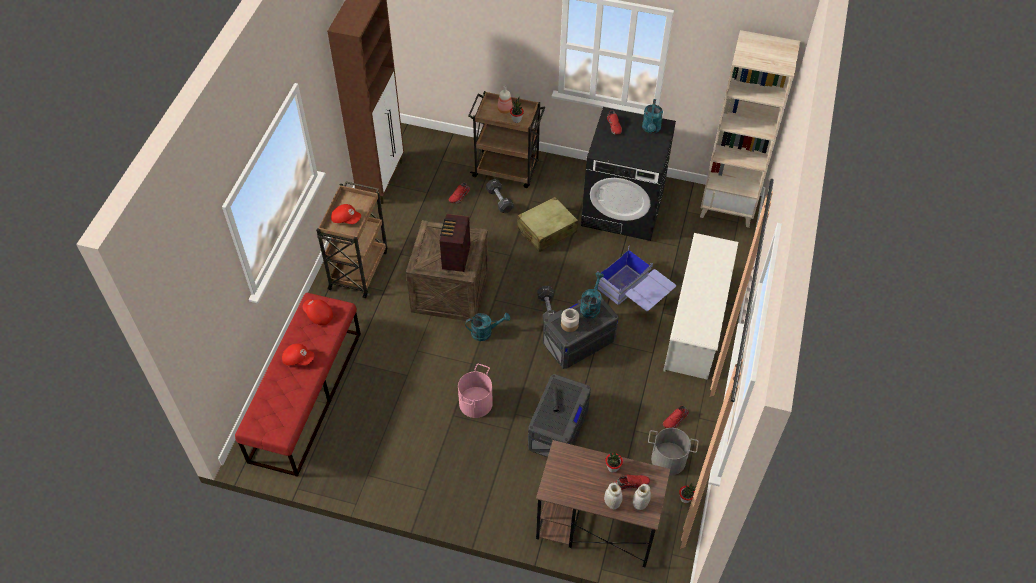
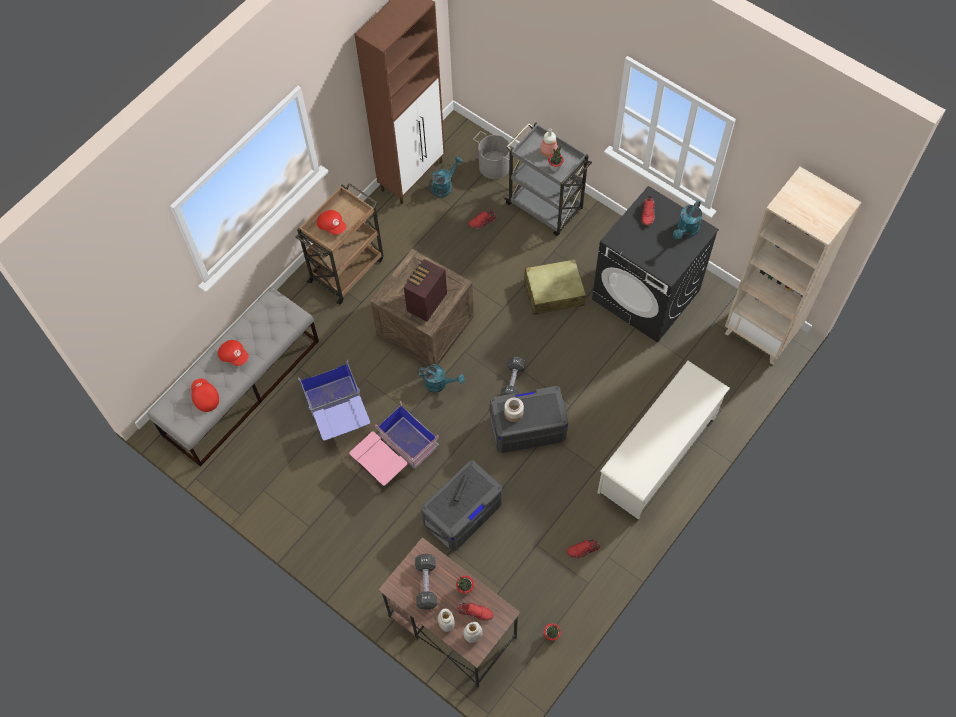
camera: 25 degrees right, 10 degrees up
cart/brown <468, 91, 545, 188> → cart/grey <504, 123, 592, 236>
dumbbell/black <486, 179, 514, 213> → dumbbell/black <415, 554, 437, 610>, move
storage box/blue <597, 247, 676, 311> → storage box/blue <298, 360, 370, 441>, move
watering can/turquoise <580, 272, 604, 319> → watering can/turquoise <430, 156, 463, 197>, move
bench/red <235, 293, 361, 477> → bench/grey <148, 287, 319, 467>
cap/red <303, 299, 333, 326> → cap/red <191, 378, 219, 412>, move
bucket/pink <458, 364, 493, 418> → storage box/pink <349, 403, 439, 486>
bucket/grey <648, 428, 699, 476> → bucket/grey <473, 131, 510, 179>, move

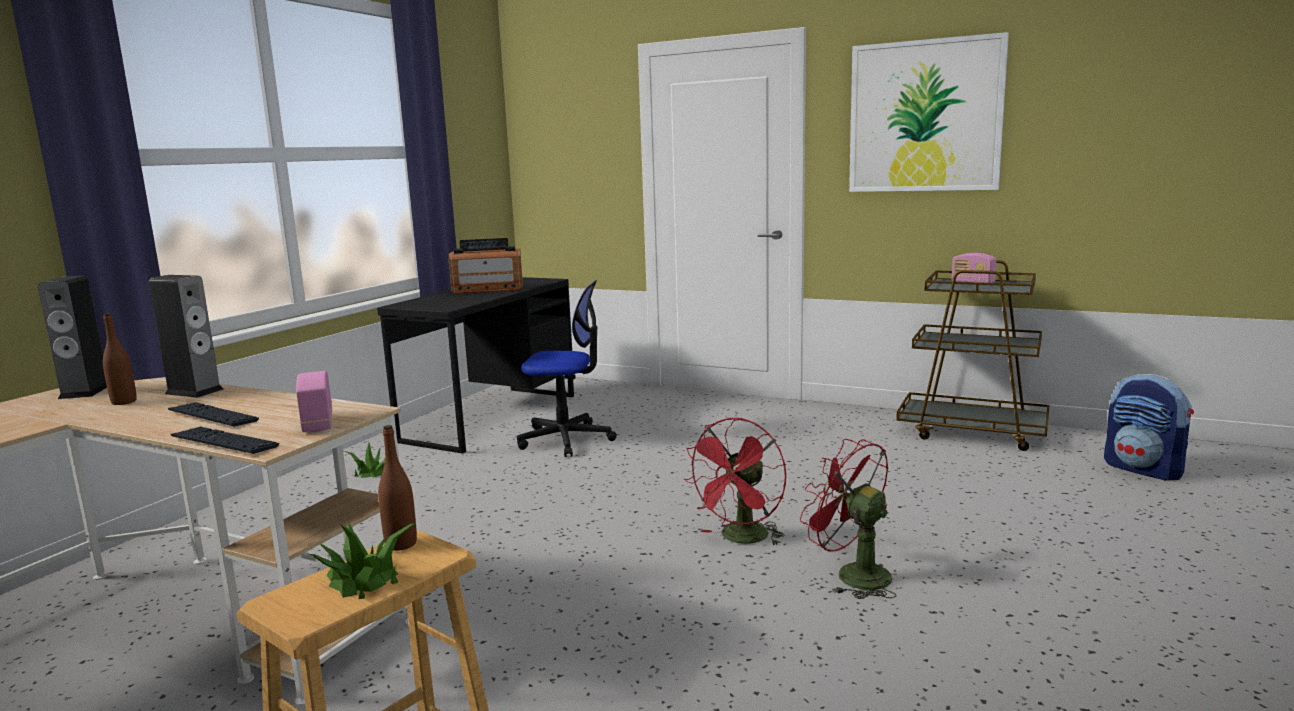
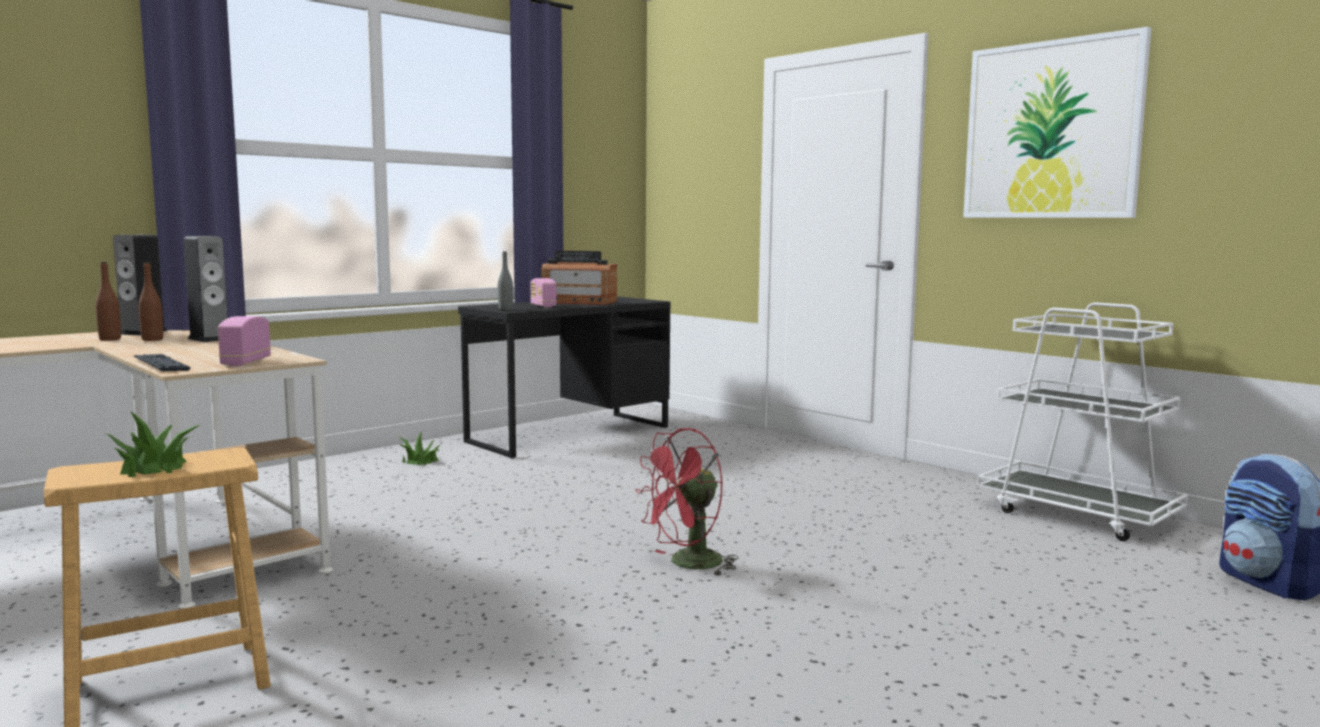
camera: 20 degrees right, 5 degrees down
radio <951, 253, 997, 283> → radio <530, 278, 557, 307>, move
cart/brown <896, 260, 1049, 451> → cart/white <978, 302, 1188, 541>
office chair <517, 280, 617, 457> → -
keyboard <168, 402, 259, 427> → -
bottle/brown <378, 425, 417, 551> → bottle/brown <96, 262, 121, 341>, move
fan/red <800, 439, 896, 599> → -
- → bottle/grey <498, 252, 513, 310>

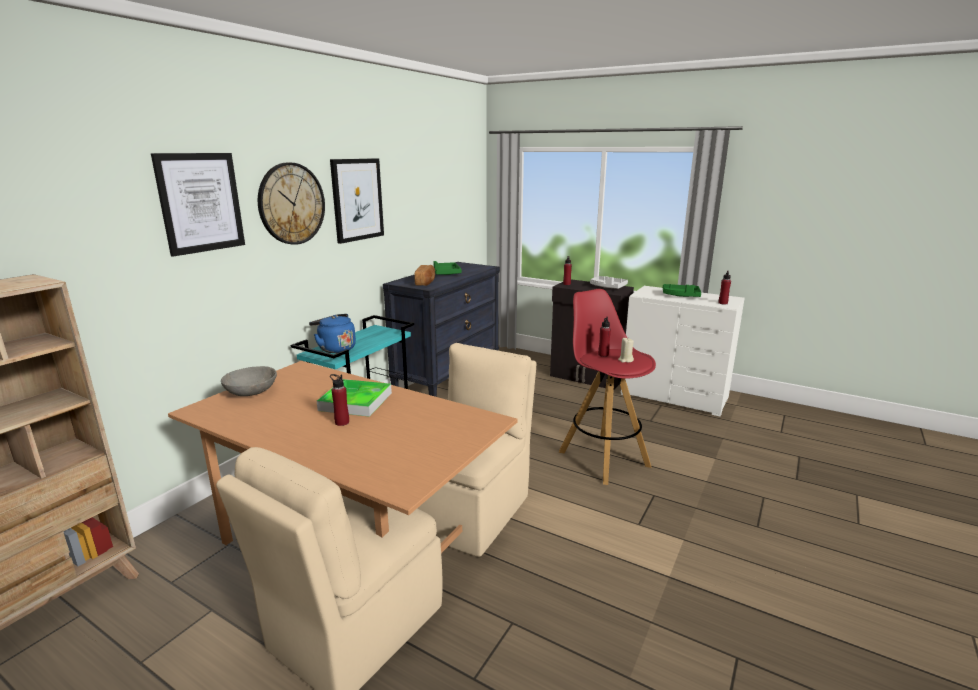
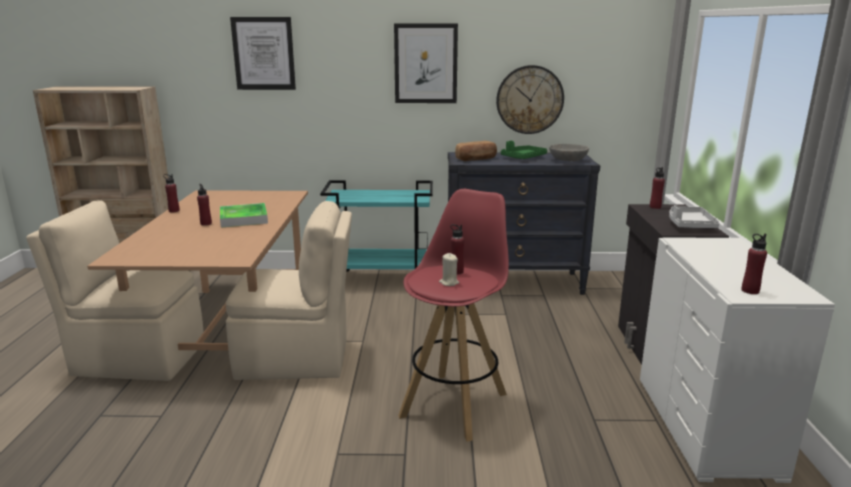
camera: 60 degrees right, 0 degrees up
wall clock <258, 162, 325, 245> → wall clock <496, 65, 564, 134>, move
tray/green <663, 284, 701, 297> → -
kettle/blue <309, 314, 356, 353> → -
bowl/grey <221, 366, 277, 396> → bowl/grey <549, 144, 589, 161>, move
- → bottle/red <163, 174, 180, 212>

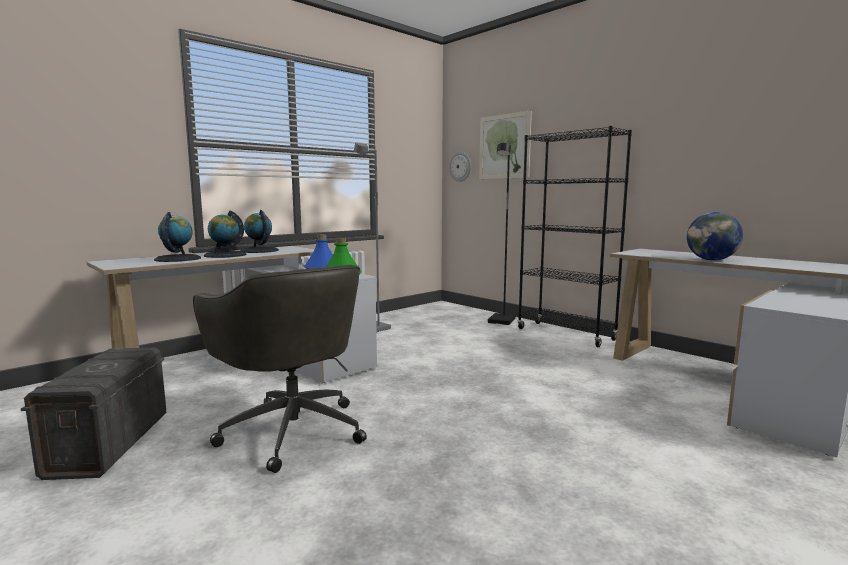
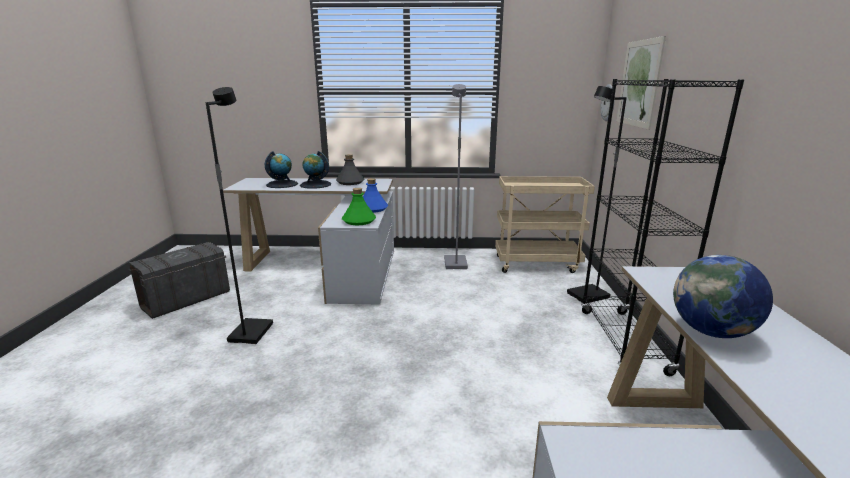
camera: 45 degrees right, 10 degrees up
globe <240, 210, 279, 253> → bottle/grey <336, 154, 365, 185>
office chair/grey <193, 265, 367, 473> → floor lamp/black <206, 87, 273, 344>
- → cart/beige <495, 176, 595, 273>

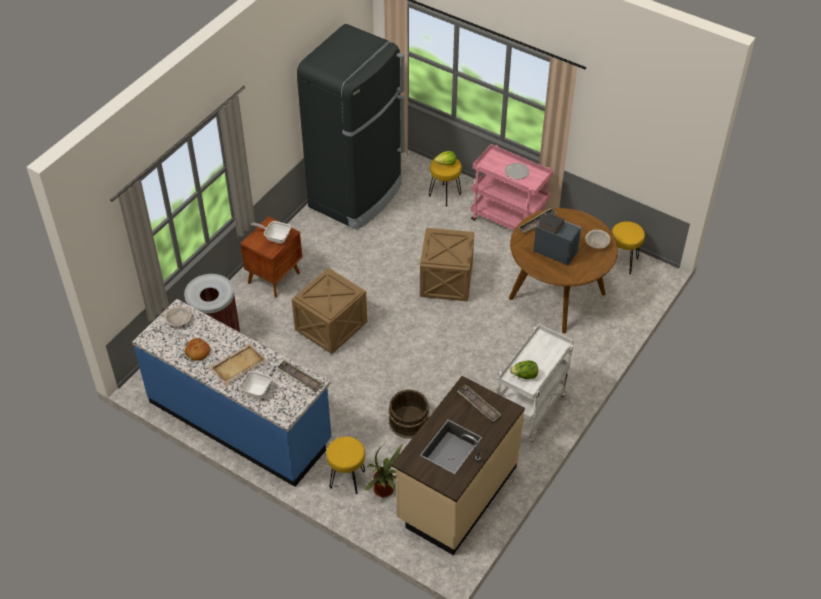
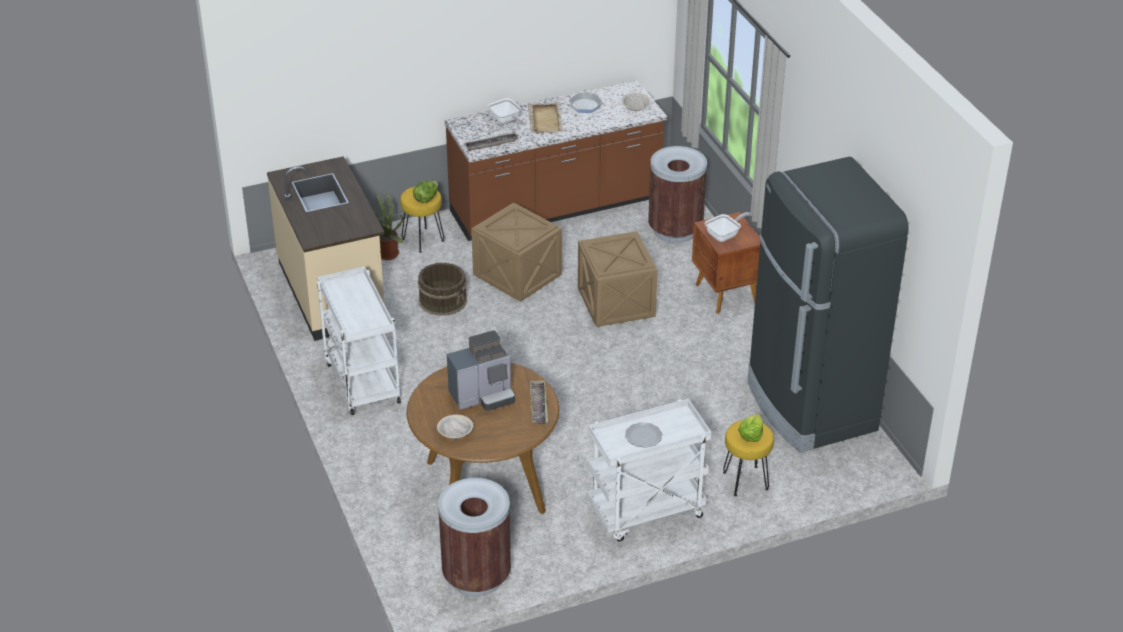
camera: 125 degrees right, 10 degrees down
cart/pink <471, 144, 553, 230> → cart/white <587, 399, 711, 542>
stool/yellow <612, 221, 645, 274> → trash can/brown <438, 478, 511, 596>
crate <420, 228, 474, 301> → crate <471, 203, 562, 302>, move
counter/blue <132, 299, 331, 487> → counter/brown <445, 80, 667, 241>
bread <185, 338, 210, 361> → frying pan <569, 93, 602, 113>
lettuce <510, 360, 538, 379> → lettuce <413, 181, 438, 203>, move
tray <457, 384, 502, 423> → -

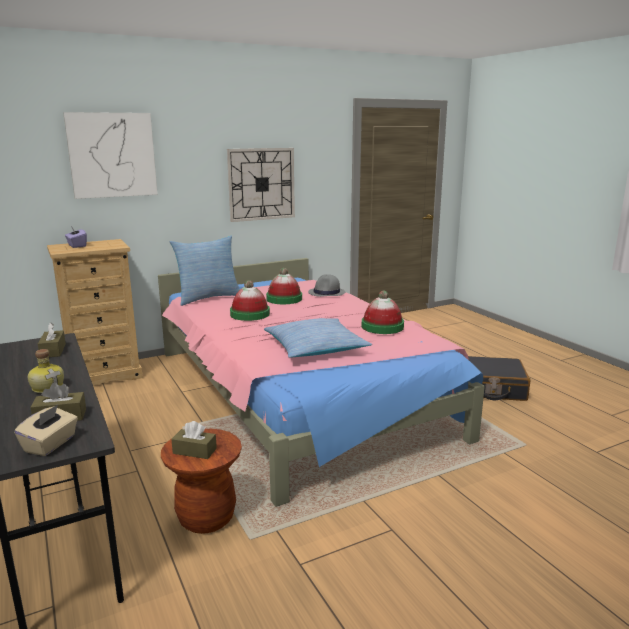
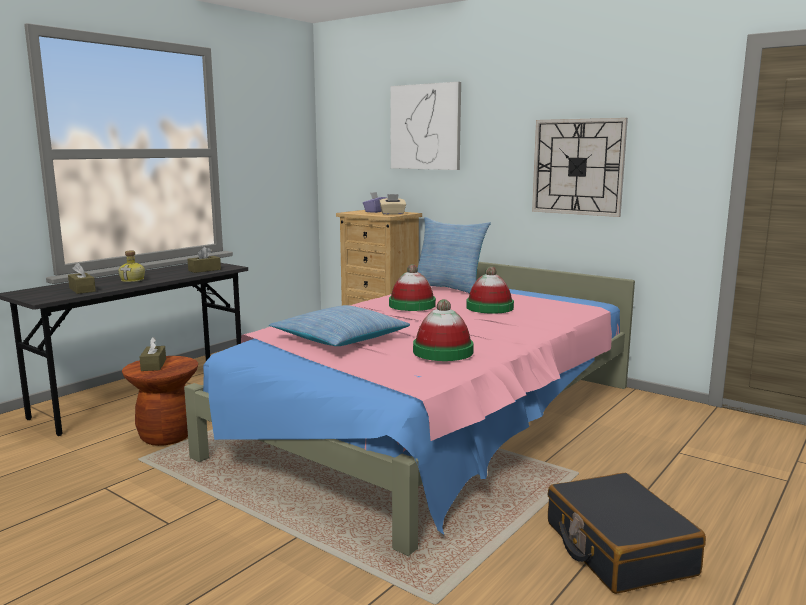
camera: 65 degrees right, 5 degrees down
hat/grey <308, 274, 345, 297> → -
tissue box/beige <14, 405, 78, 456> → tissue box/beige <379, 194, 406, 215>, move

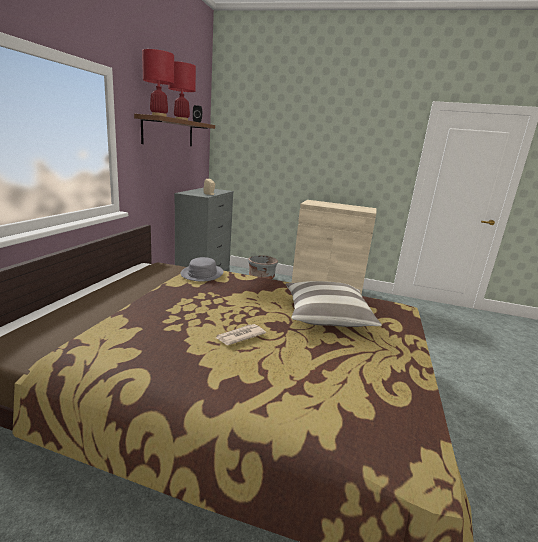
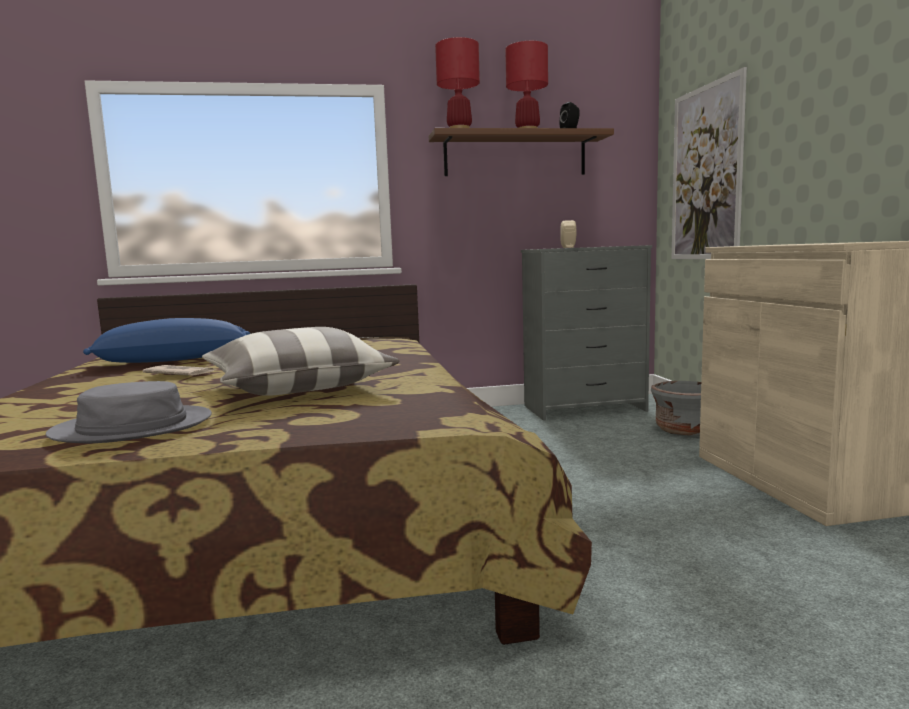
camera: 65 degrees right, 10 degrees down
hat/grey <181, 257, 224, 282> → hat/grey <46, 381, 212, 443>, move
- → picture <672, 67, 747, 259>
- → pillow/blue <83, 318, 250, 363>

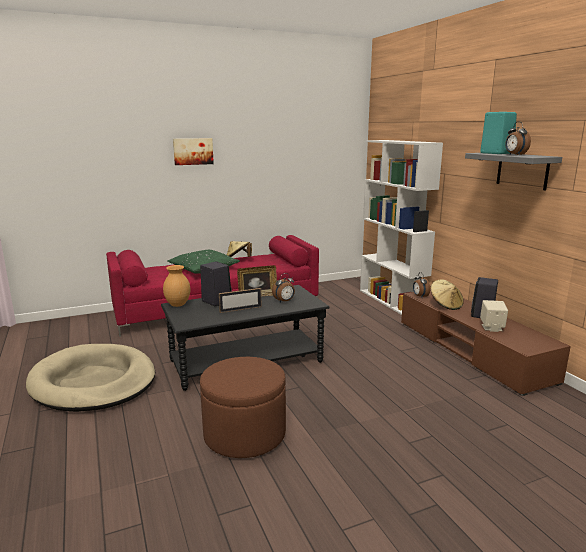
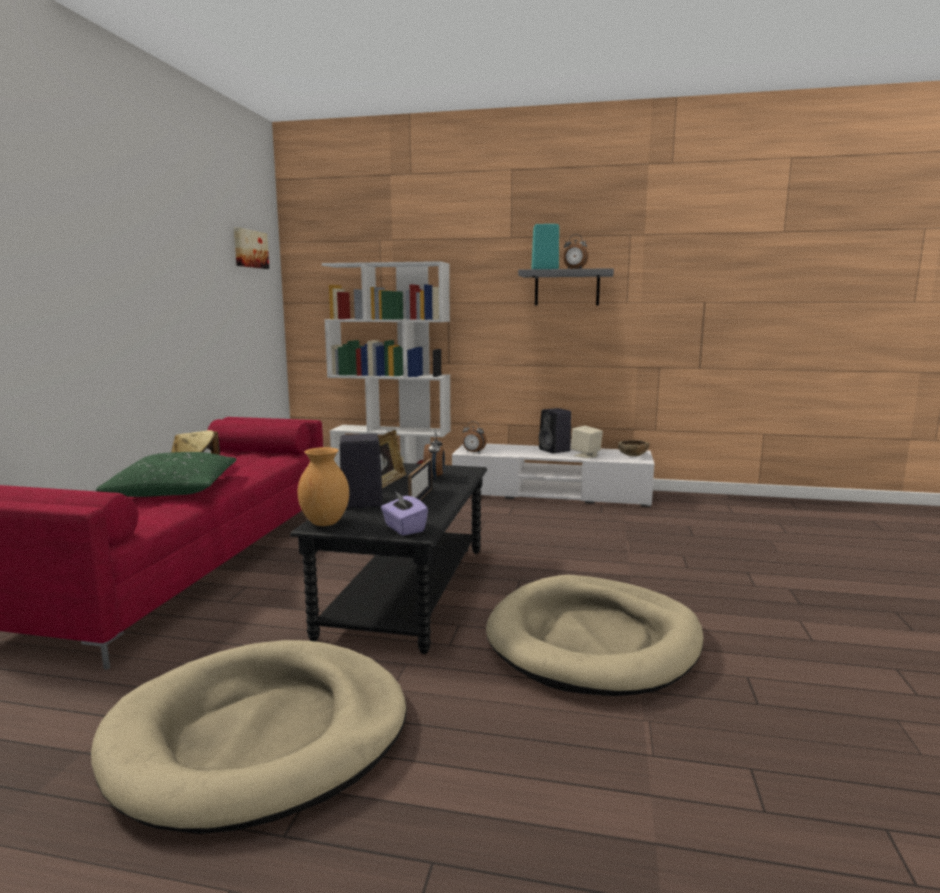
camera: 55 degrees left, 5 degrees down
picture <173, 138, 214, 165> → picture <234, 227, 269, 269>, move
hat/beige <431, 280, 464, 310> → -
tv stand/brown <401, 289, 571, 396> → tv stand/white <452, 444, 654, 507>
ottoman/brown <200, 357, 286, 458> → dog bed/beige <486, 575, 703, 696>
- → bowl/brown <618, 440, 649, 456>
- → tissue box/purple <381, 491, 428, 536>

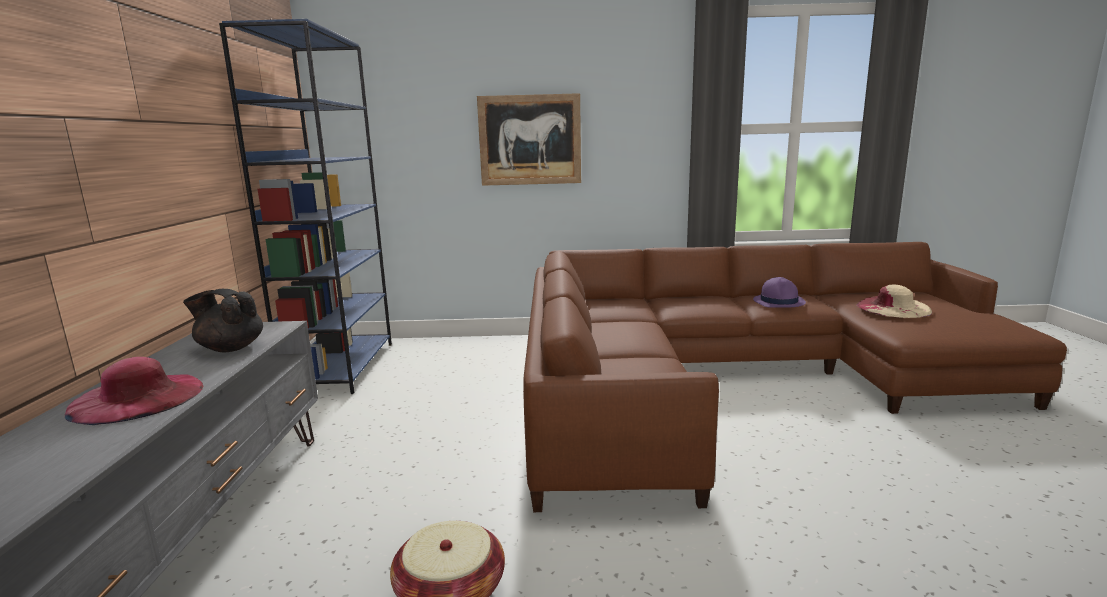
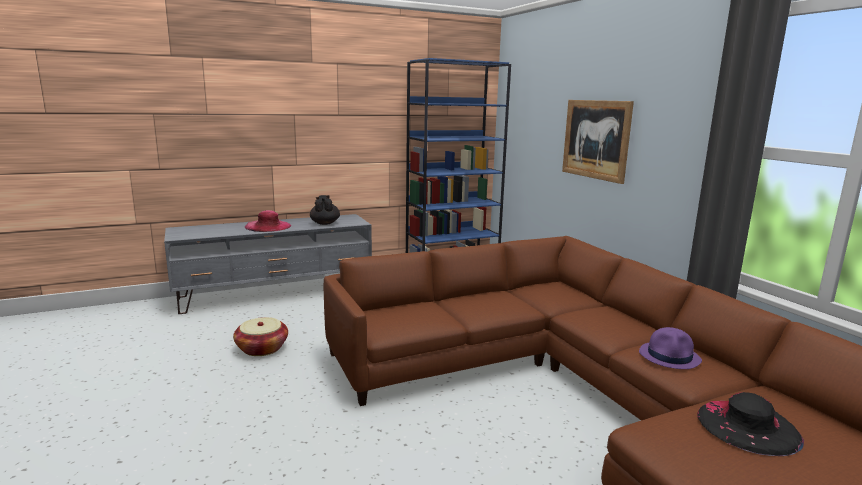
camera: 65 degrees right, 0 degrees up
hat/beige <857, 285, 932, 318> → hat/black <697, 392, 804, 456>

